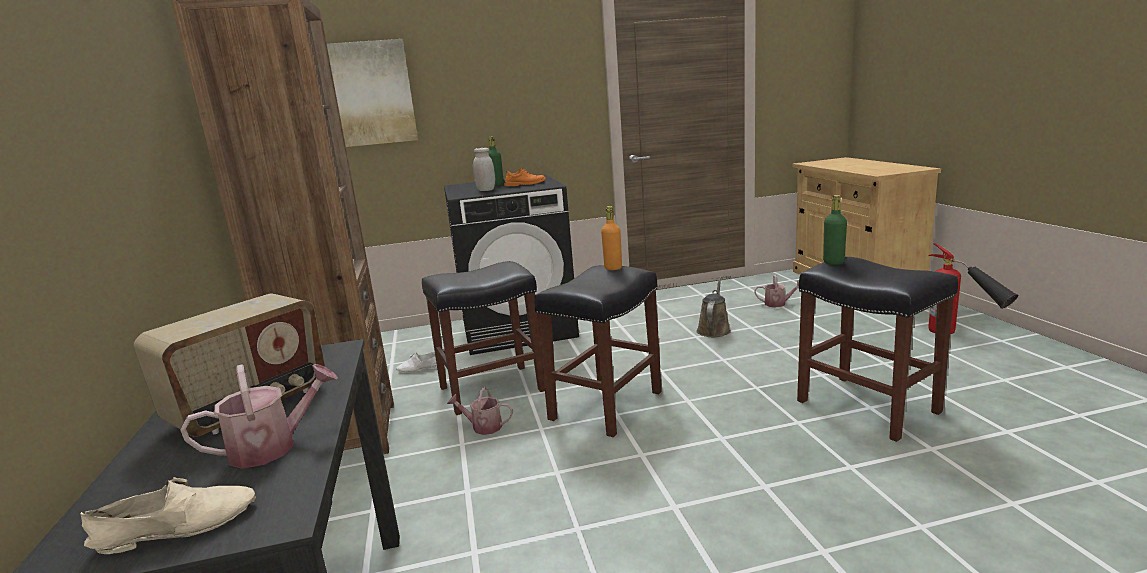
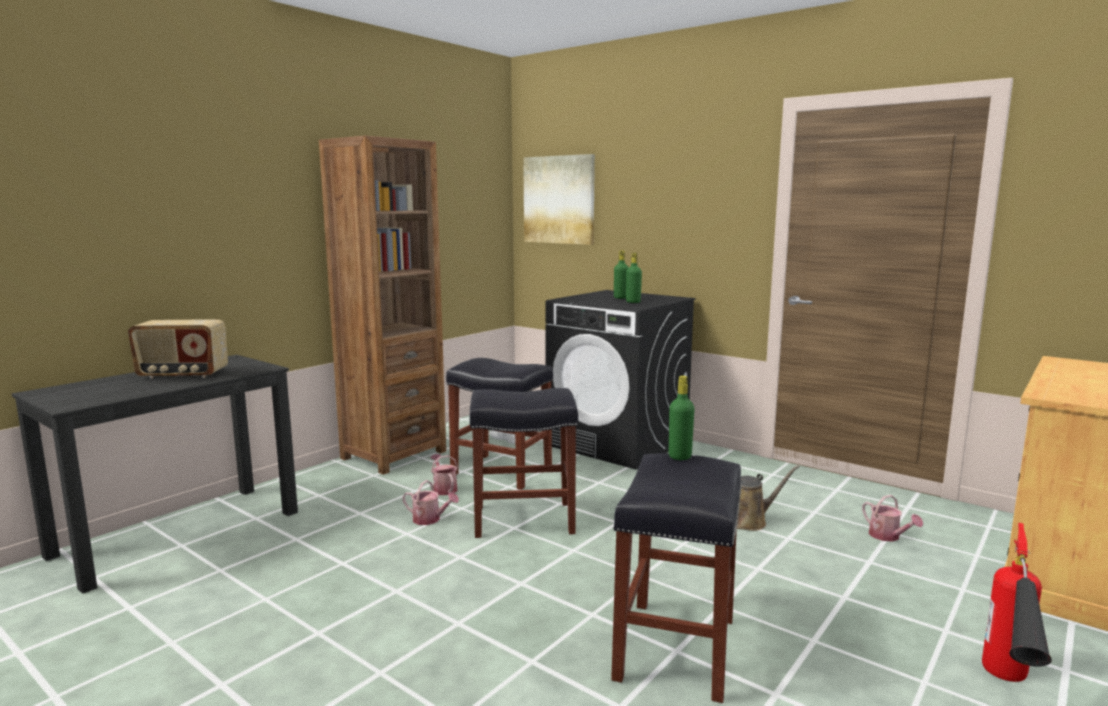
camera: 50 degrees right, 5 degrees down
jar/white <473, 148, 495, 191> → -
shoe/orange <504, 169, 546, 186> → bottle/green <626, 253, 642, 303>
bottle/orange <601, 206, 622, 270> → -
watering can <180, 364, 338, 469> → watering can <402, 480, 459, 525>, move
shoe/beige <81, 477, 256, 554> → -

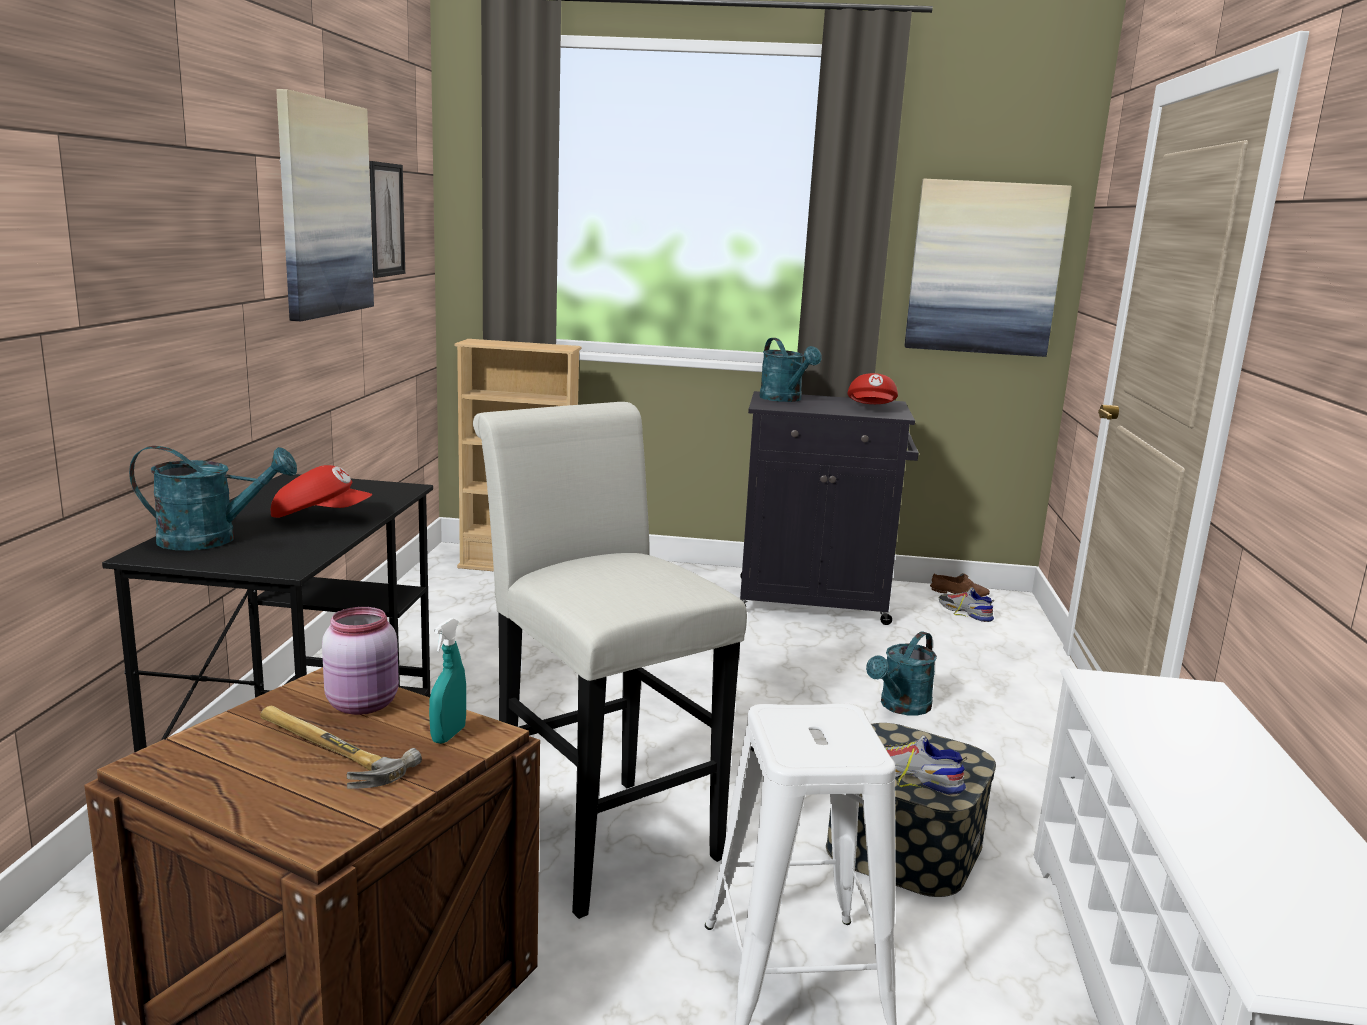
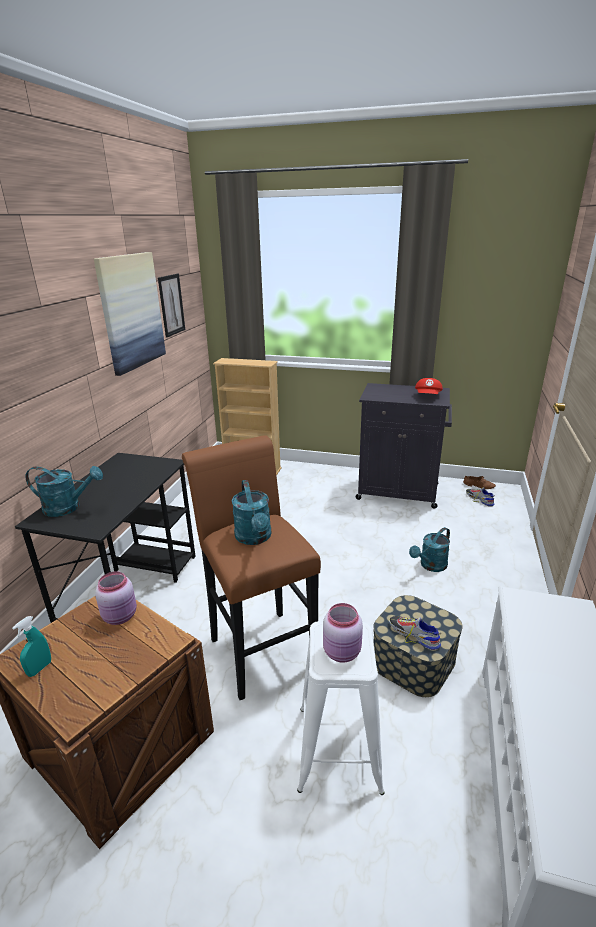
camera: 10 degrees right, 10 degrees up
picture <904, 179, 1072, 357> → -
watering can/turquoise <759, 338, 822, 402> → watering can/turquoise <232, 480, 271, 545>, move
stool/white <473, 402, 747, 919> → stool/brown <182, 435, 321, 700>
cap/red <271, 465, 373, 518> → -
spray bottle/turquoise <429, 618, 466, 744> → spray bottle/turquoise <12, 616, 51, 677>, move
hammer <260, 706, 422, 789> → -
- → jar/pink <323, 603, 363, 663>

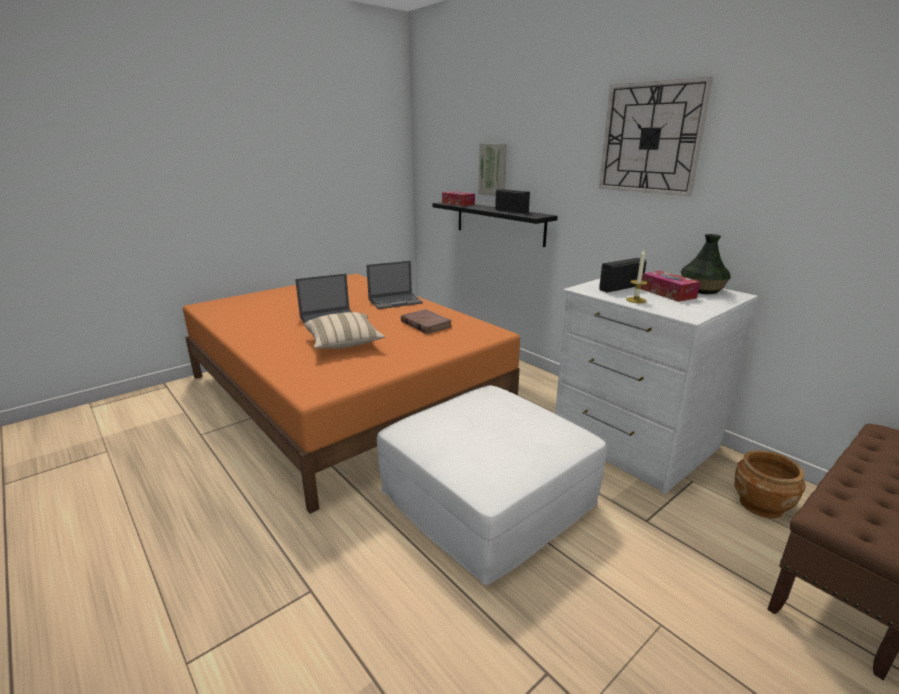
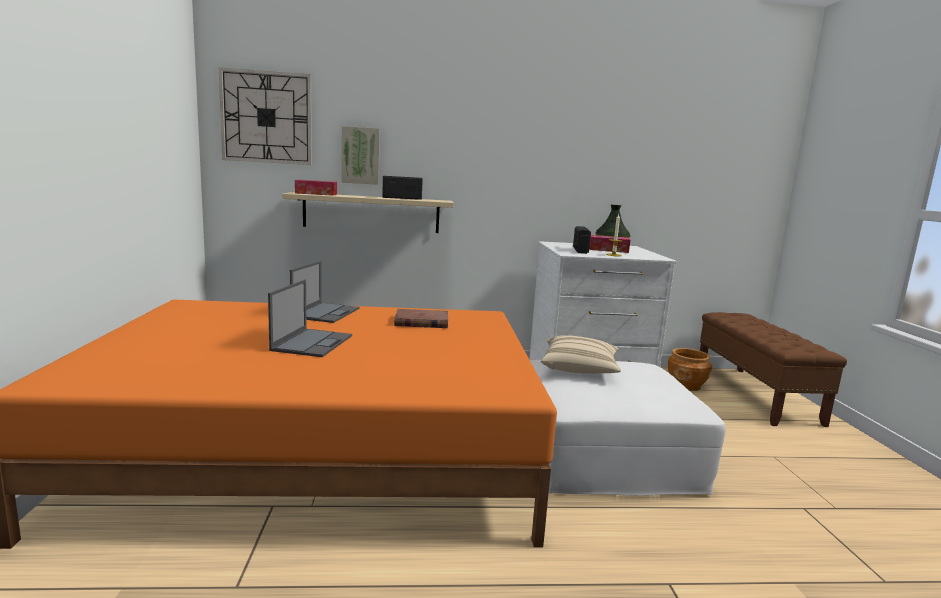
camera: 55 degrees left, 10 degrees down
wall clock <599, 77, 713, 196> → wall clock <219, 68, 312, 165>, move
shelf/black <432, 202, 558, 247> → shelf/beige <282, 192, 454, 233>
pillow/beige <304, 312, 385, 349> → pillow/beige <541, 335, 621, 374>, move

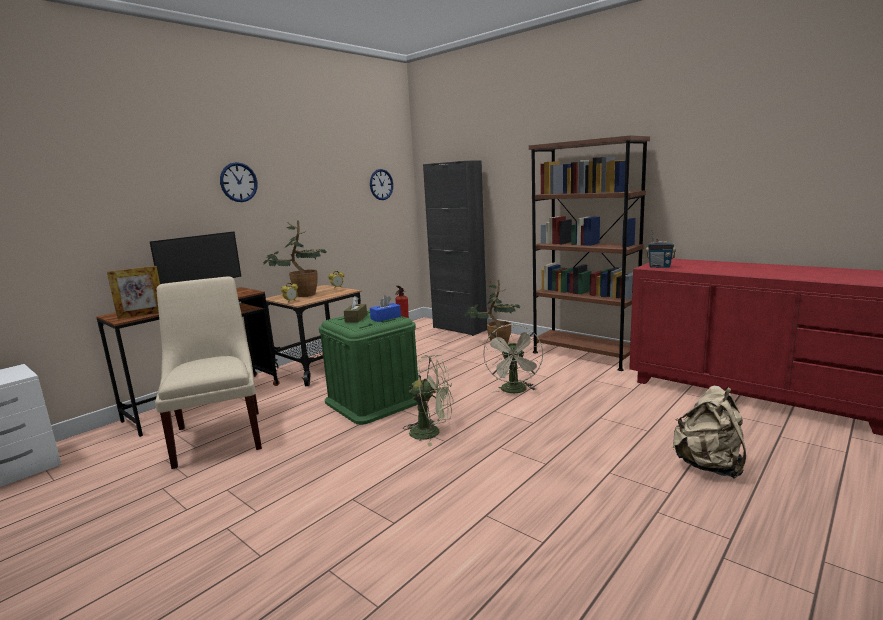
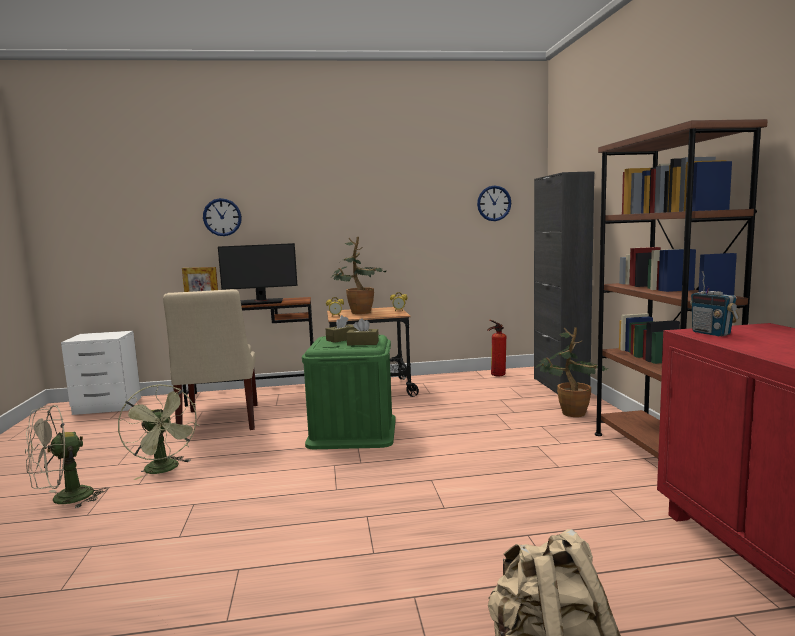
camera: 40 degrees right, 5 degrees down
wall clock <220, 162, 257, 202> → wall clock <203, 198, 242, 236>, move
chair/beige <155, 276, 262, 469> → chair/beige <163, 289, 258, 430>, 150 degrees clockwise
tissue box/blue <370, 295, 401, 322> → tissue box/brown <346, 318, 379, 345>
fan/beige <483, 324, 543, 393> → fan/beige <25, 405, 108, 508>, move
fan/green <403, 355, 453, 446> → fan/green <118, 385, 199, 480>, move

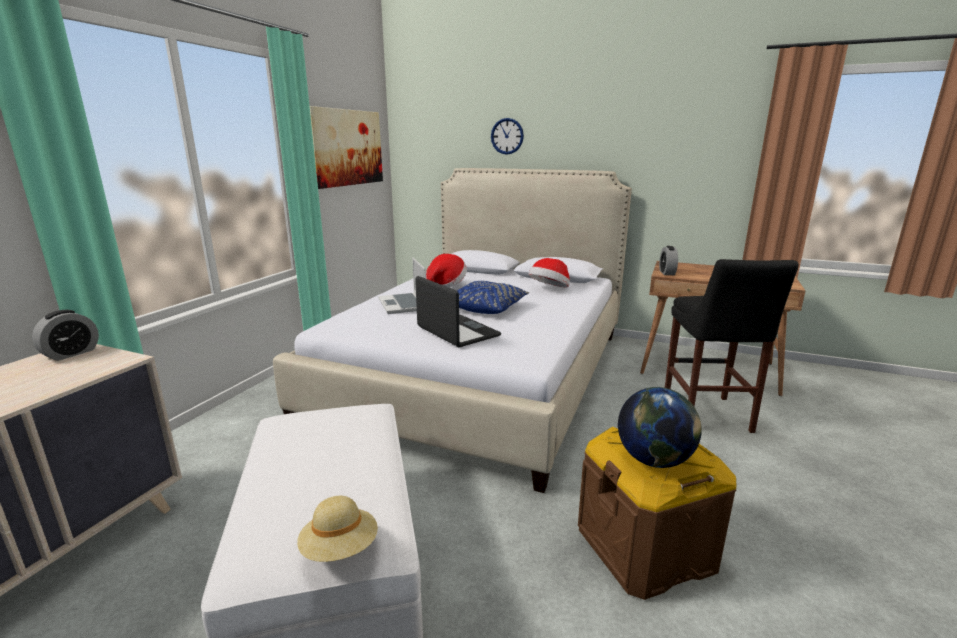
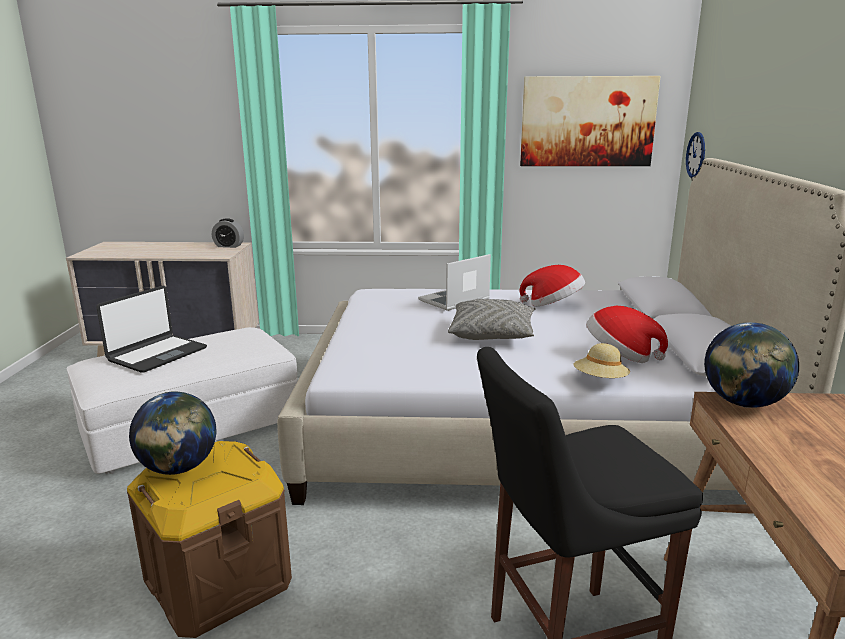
camera: 70 degrees right, 0 degrees up
wall clock <491, 118, 524, 155> → wall clock <686, 132, 705, 178>, move
alarm clock <659, 246, 678, 275> → globe <704, 322, 799, 408>
laptop <415, 276, 501, 347> → laptop <96, 286, 207, 373>, move
pillow/blue <457, 281, 529, 314> → pillow/grey <448, 299, 536, 340>
hat/beige <297, 496, 378, 562> → hat/beige <573, 343, 630, 378>, move

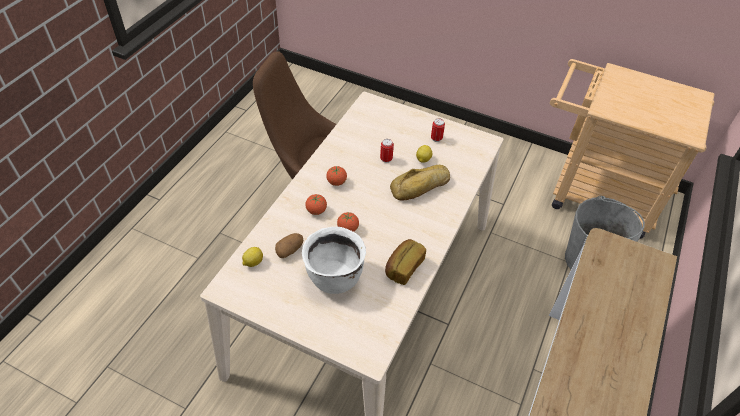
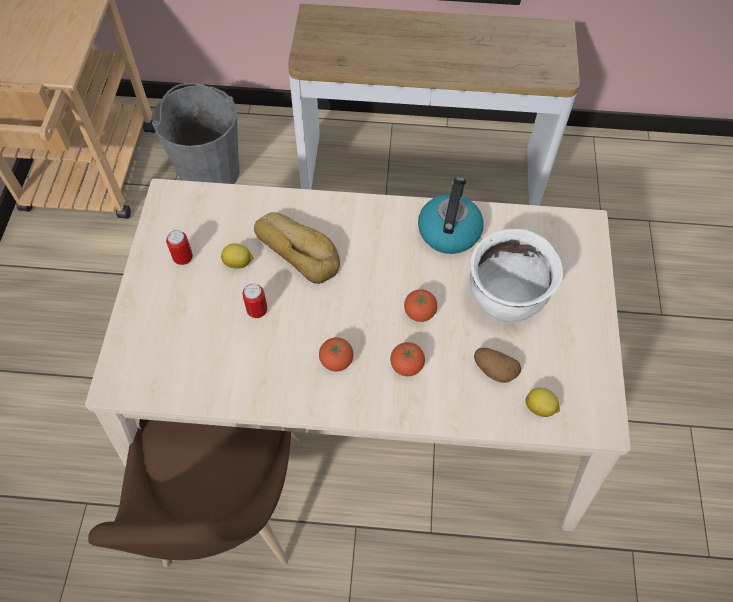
camera: 110 degrees left, 10 degrees up
bread <385, 239, 426, 285> → kettle <418, 177, 484, 254>

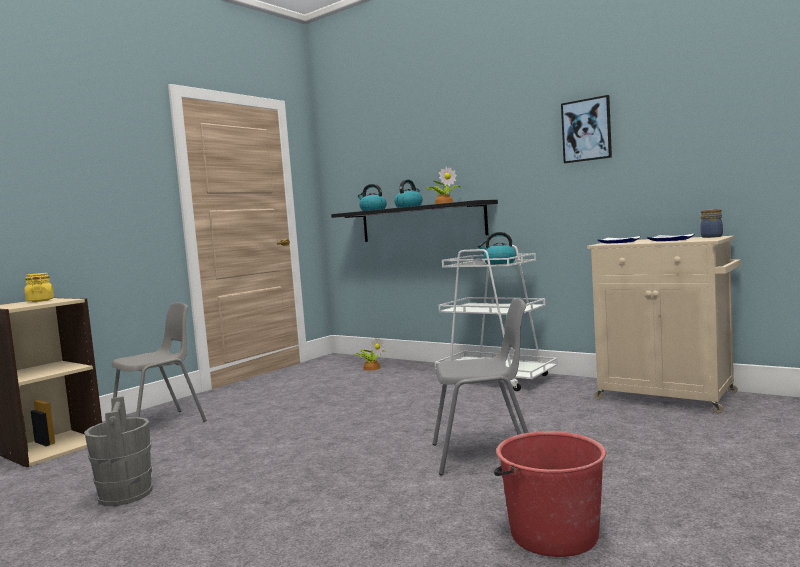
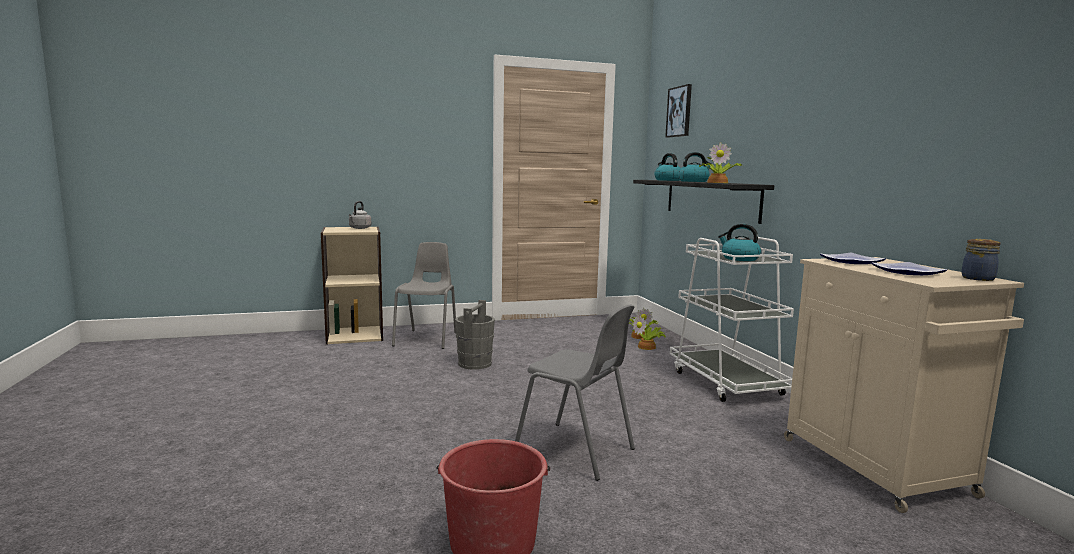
camera: 35 degrees right, 5 degrees up
picture <561, 95, 612, 163> → picture <665, 84, 692, 138>, move
jar/yellow <25, 273, 54, 302> → kettle/grey <349, 201, 371, 229>
chair/grey <111, 303, 206, 422> → chair/grey <392, 242, 456, 349>, 75 degrees counterclockwise
bucket/grey <84, 396, 152, 506> → bucket/grey <455, 300, 495, 370>, move
- → potted plant <632, 315, 666, 350>

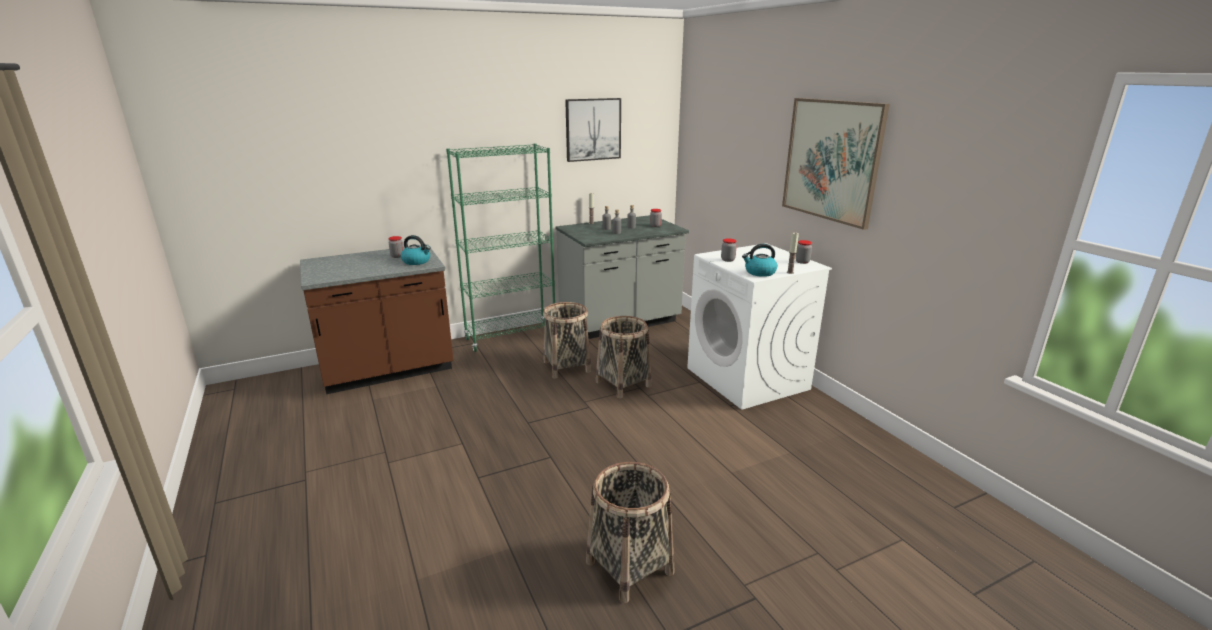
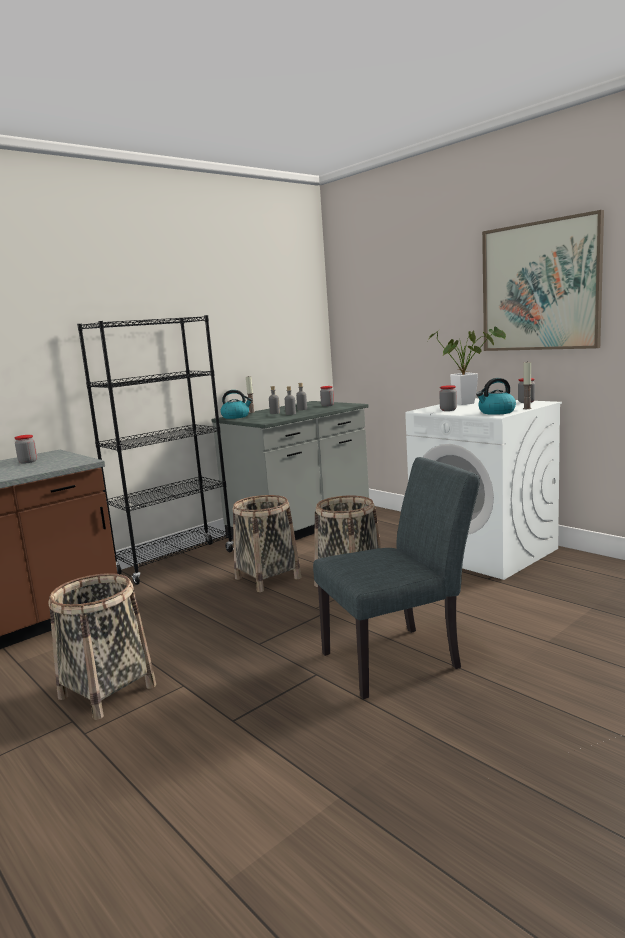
camera: 15 degrees left, 10 degrees down
picture <565, 98, 621, 162> → -
bookcase/green <446, 143, 555, 352> → bookcase/black <77, 315, 233, 585>
kettle <401, 235, 431, 265> → kettle <220, 390, 252, 419>, move
basket <586, 462, 674, 604> → basket <48, 573, 156, 720>, move
- → potted plant <428, 327, 506, 405>
- → chair/grey <313, 457, 480, 699>

